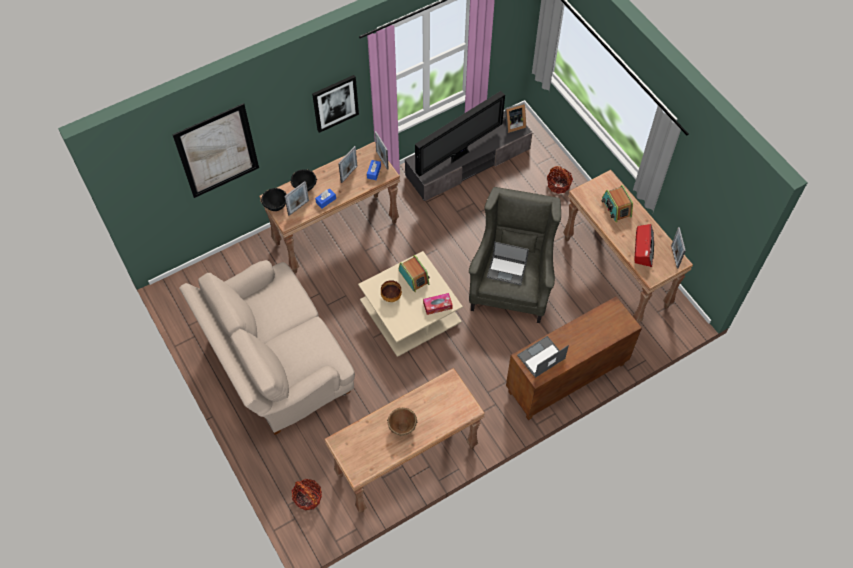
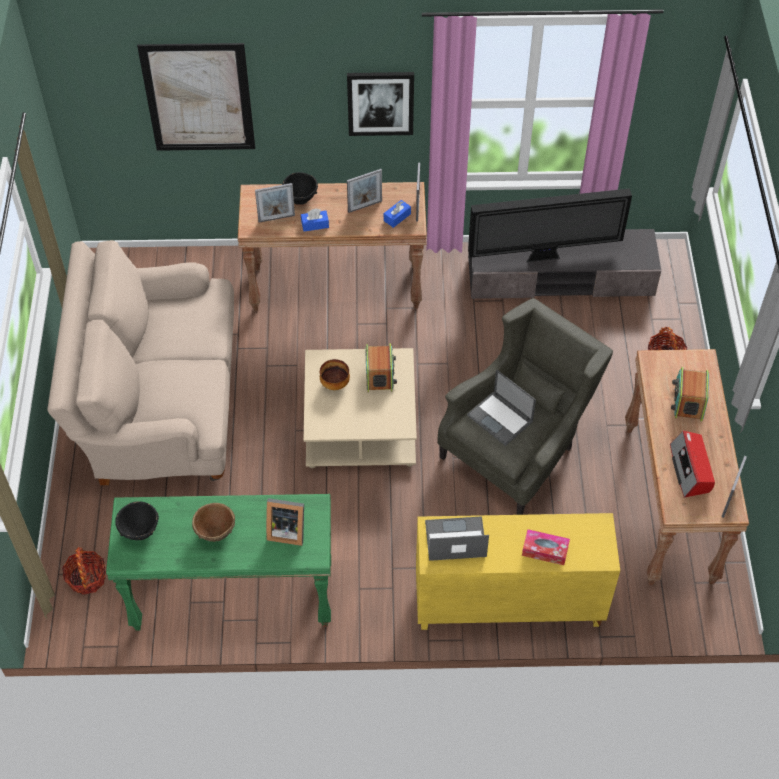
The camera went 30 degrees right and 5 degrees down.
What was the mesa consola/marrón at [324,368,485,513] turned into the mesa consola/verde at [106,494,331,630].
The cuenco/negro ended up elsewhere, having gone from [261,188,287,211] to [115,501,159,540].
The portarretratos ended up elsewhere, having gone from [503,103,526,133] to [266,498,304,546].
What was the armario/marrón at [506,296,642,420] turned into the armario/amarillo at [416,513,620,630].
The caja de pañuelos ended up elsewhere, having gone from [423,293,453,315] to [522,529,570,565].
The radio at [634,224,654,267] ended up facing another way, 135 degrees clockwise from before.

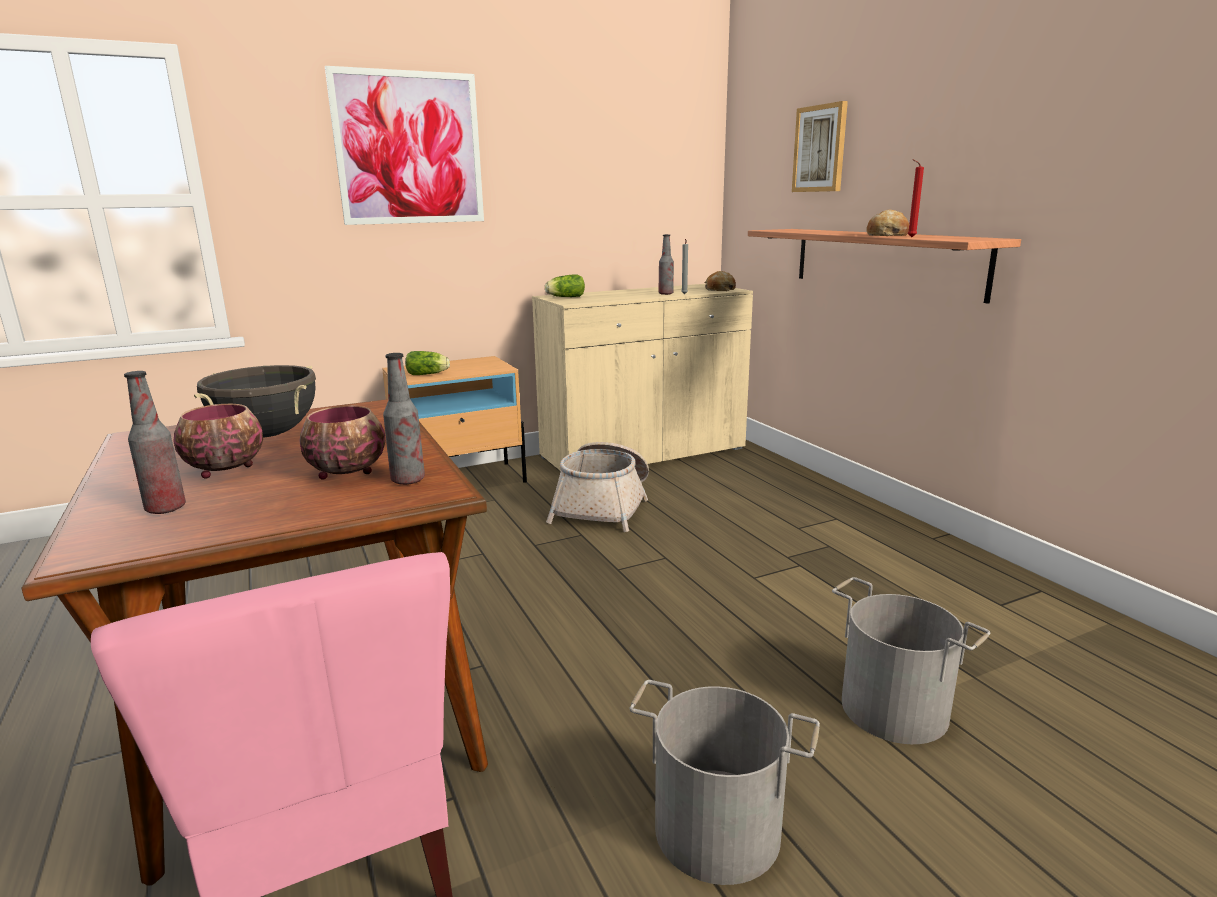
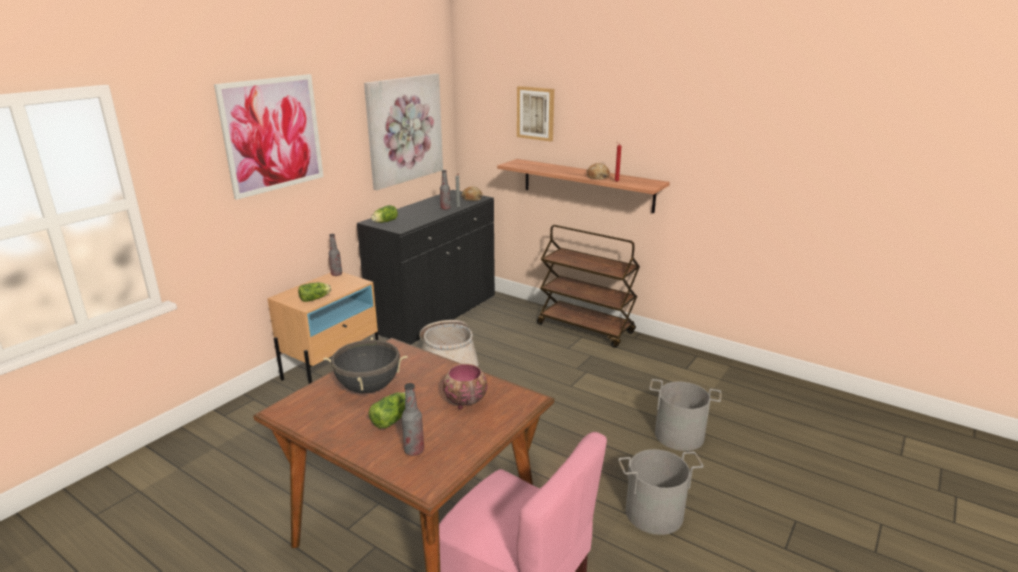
The camera went 30 degrees left and 5 degrees up.
The botella ended up elsewhere, having gone from [383,353,425,485] to [329,234,342,276].
What was the armario/beis at [532,284,753,471] turned into the armario/negro at [357,190,495,345].
The second view gained the cuadro at [364,74,443,190].
Where the cuenco stood at [173,404,263,479], the lechuga came to stand at [369,392,405,428].
The second view gained the carrito/marrón at [537,225,640,348].

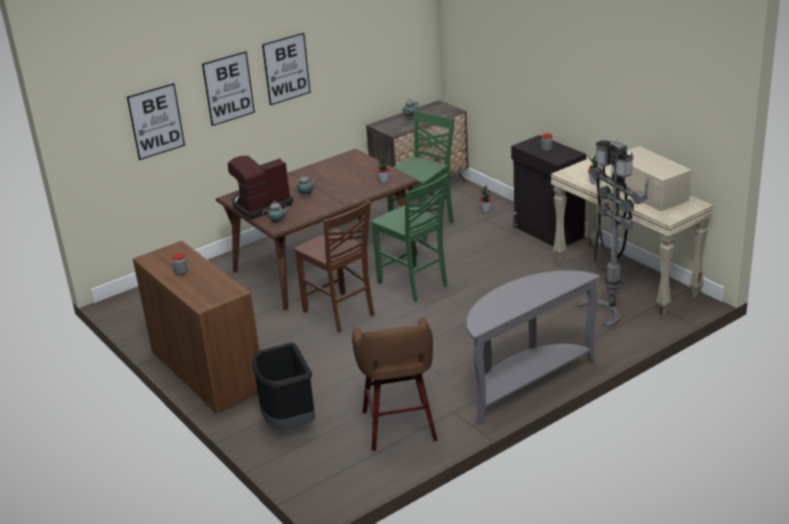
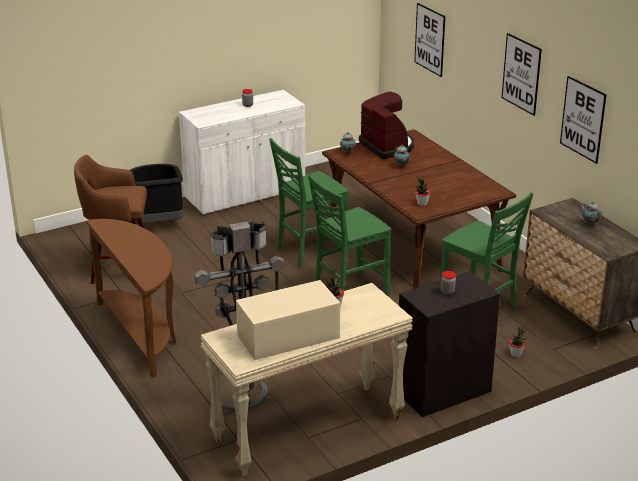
The camera went 95 degrees right and 0 degrees up.
What was the mesa consola/gris at [467,270,601,425] turned into the mesa consola/marrón at [86,219,176,377].
What was the armario/marrón at [133,241,260,415] turned into the armario/blanco at [179,90,305,215].
What was the silla/marrón at [294,201,374,333] turned into the silla/verde at [269,138,348,268].
The cuadro ended up elsewhere, having gone from [202,51,255,126] to [560,76,606,164].

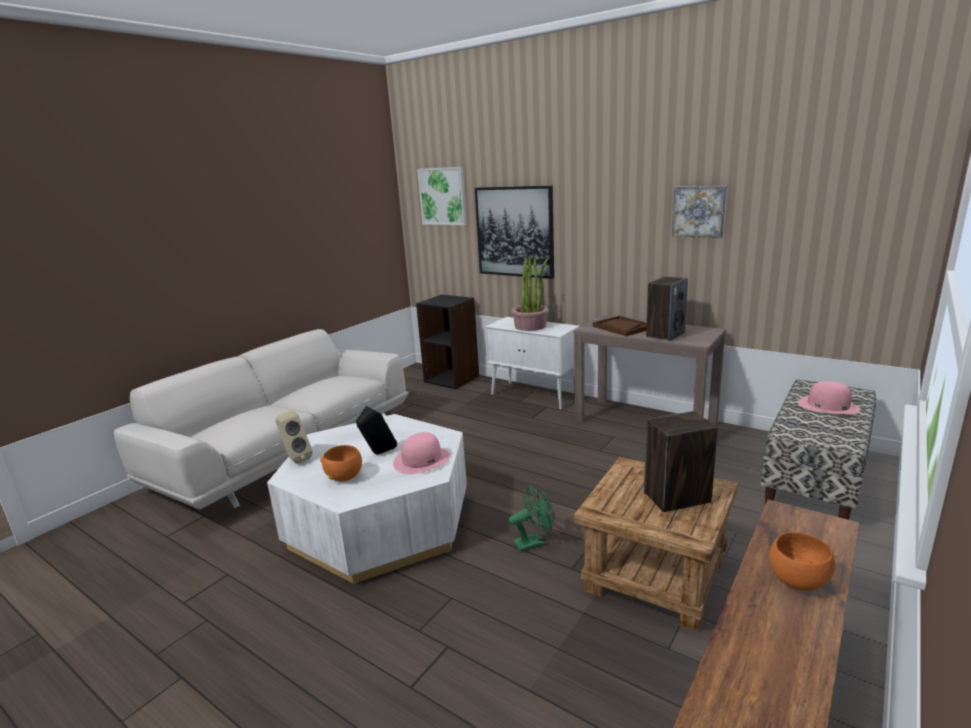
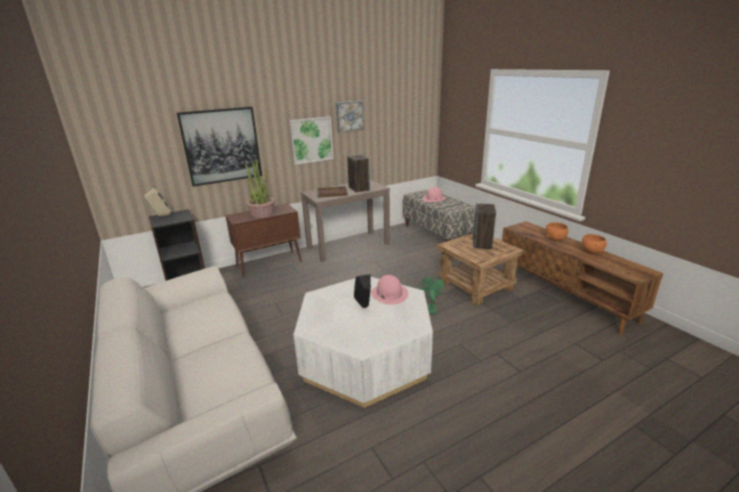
The camera went 65 degrees left and 5 degrees up.
The altavoz/beis ended up elsewhere, having gone from [275,410,313,464] to [144,188,172,217].
What was the armario/blanco at [485,317,580,410] turned into the armario/marrón at [225,203,301,277].
The cuadro ended up elsewhere, having gone from [417,167,467,225] to [289,116,333,165].
The cuenco/naranja ended up elsewhere, having gone from [320,445,362,482] to [581,234,607,254].

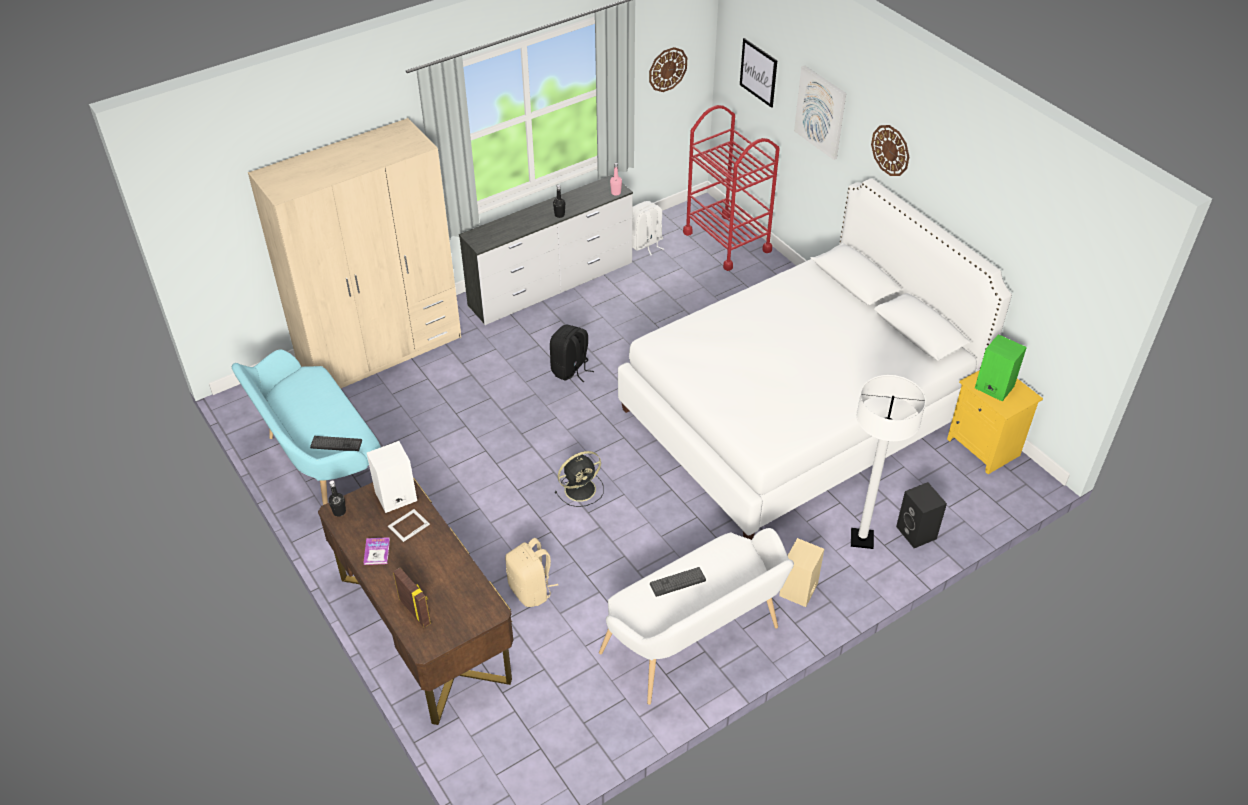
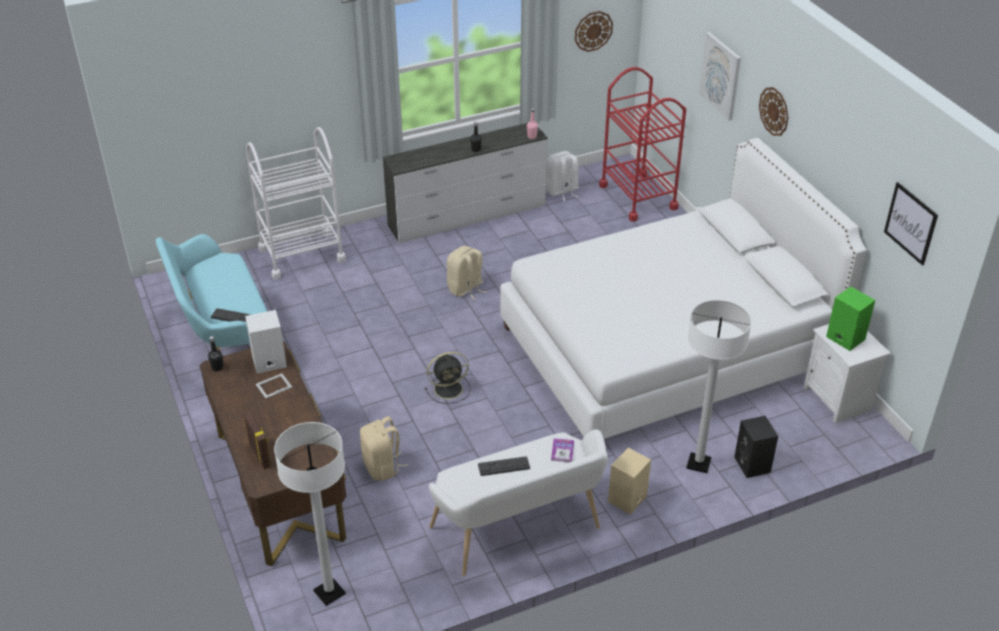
The camera went 10 degrees right and 5 degrees down.
Where the armario ropero/beis stood at [248,118,461,388], the carrito/blanco came to stand at [246,127,346,280].
The second view gained the lámpara de pie/blanco at [274,422,346,606].
What was the mochila/negro at [550,324,594,382] turned into the mochila/beis at [447,246,486,300].
The libro ended up elsewhere, having gone from [363,537,390,565] to [551,438,574,462].
What was the mesita de noche/amarillo at [947,370,1043,474] turned into the mesita de noche/blanco at [803,324,891,423].
The cuadro ended up elsewhere, having gone from [740,38,777,108] to [884,182,938,266].

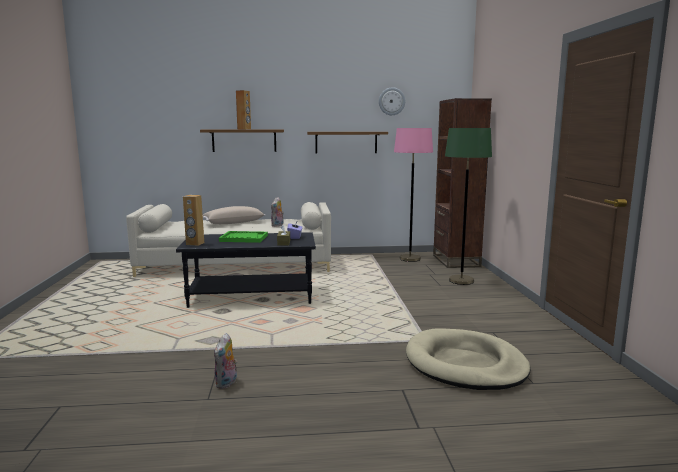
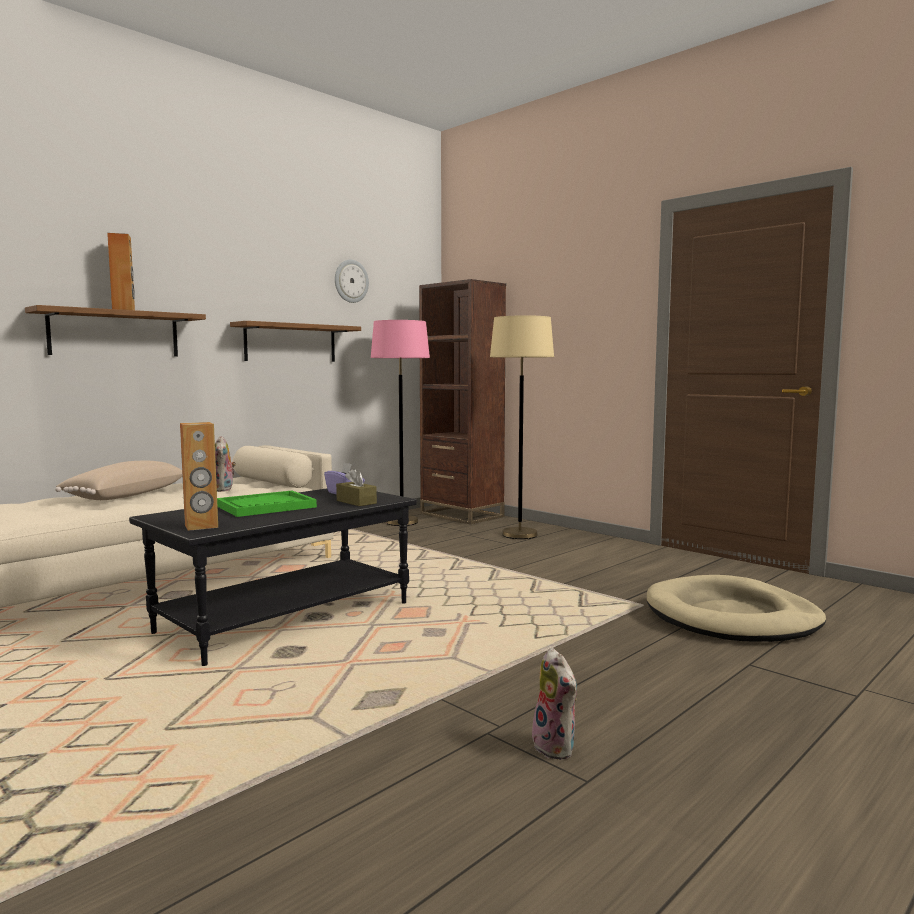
The camera went 40 degrees left and 5 degrees down.
What was the lámpara de pie/verde at [445,128,492,285] turned into the lámpara de pie/beis at [490,315,554,539].

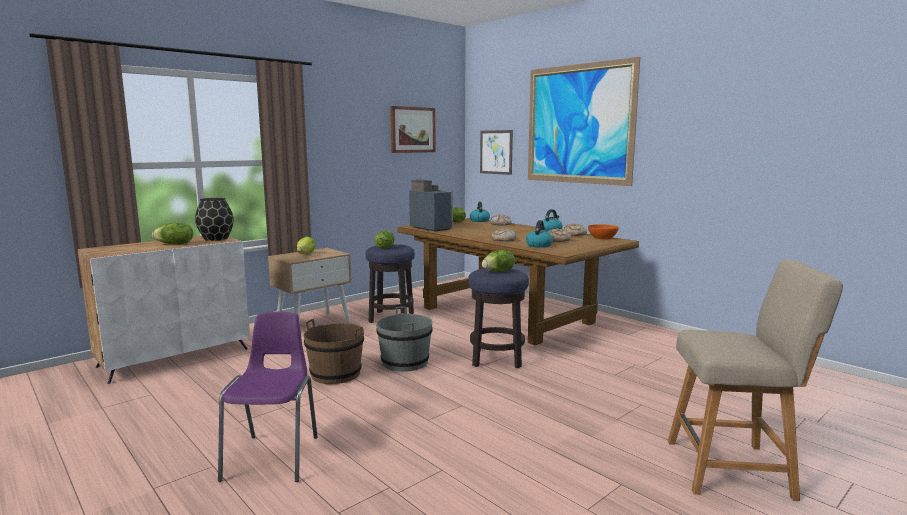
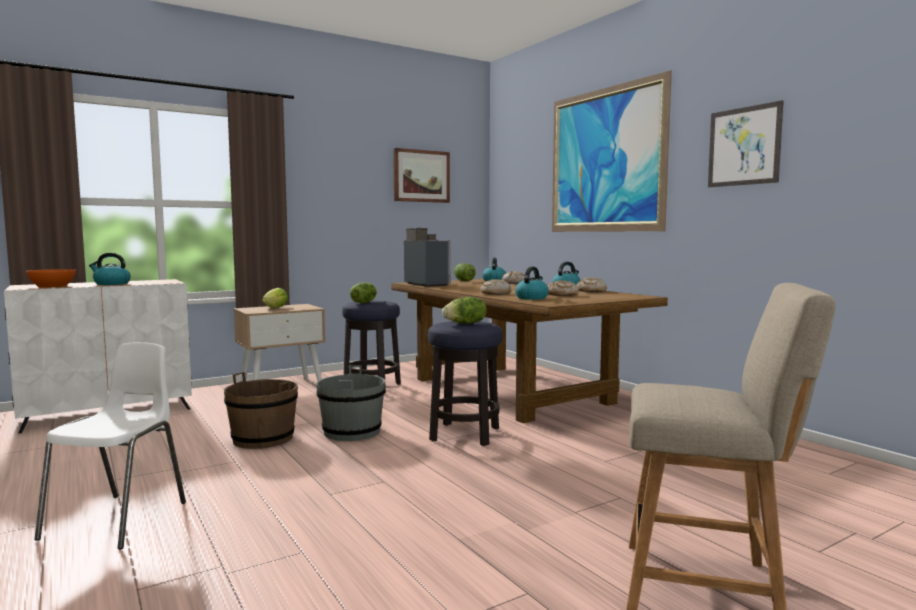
The camera went 10 degrees right and 5 degrees down.
The cuenco/naranja ended up elsewhere, having gone from [588,224,619,240] to [26,269,76,288].
What was the silla/morado at [218,311,318,482] turned into the silla/blanco at [34,342,186,549].
Where the lechuga stood at [152,223,193,245], the hervidor came to stand at [89,253,131,285].
The cuadro ended up elsewhere, having gone from [480,130,513,175] to [708,100,784,187].
The second view lost the florero/negro at [195,198,234,241].

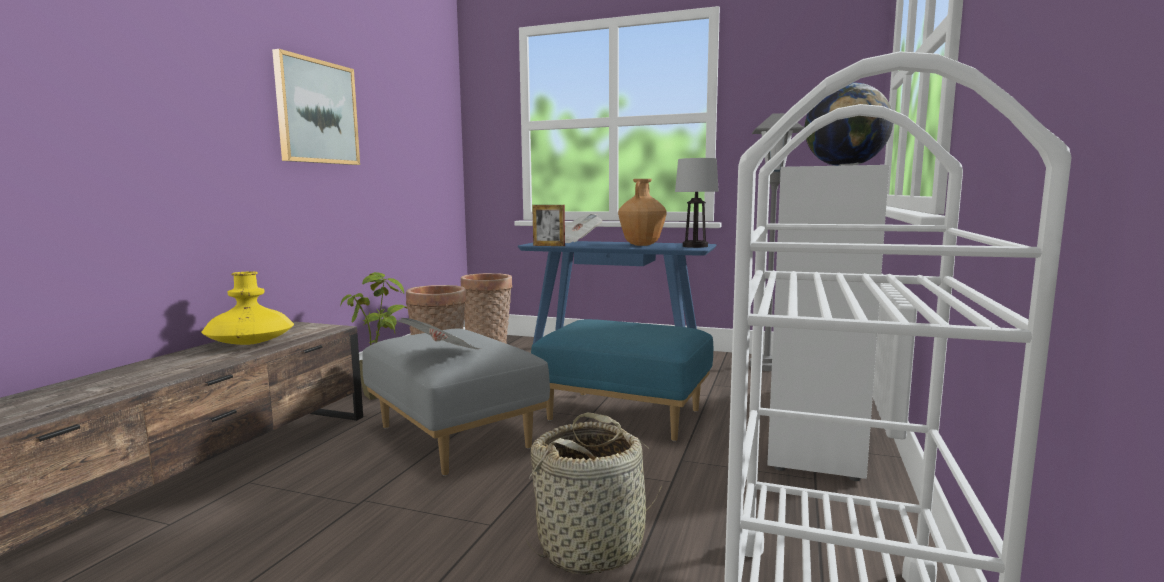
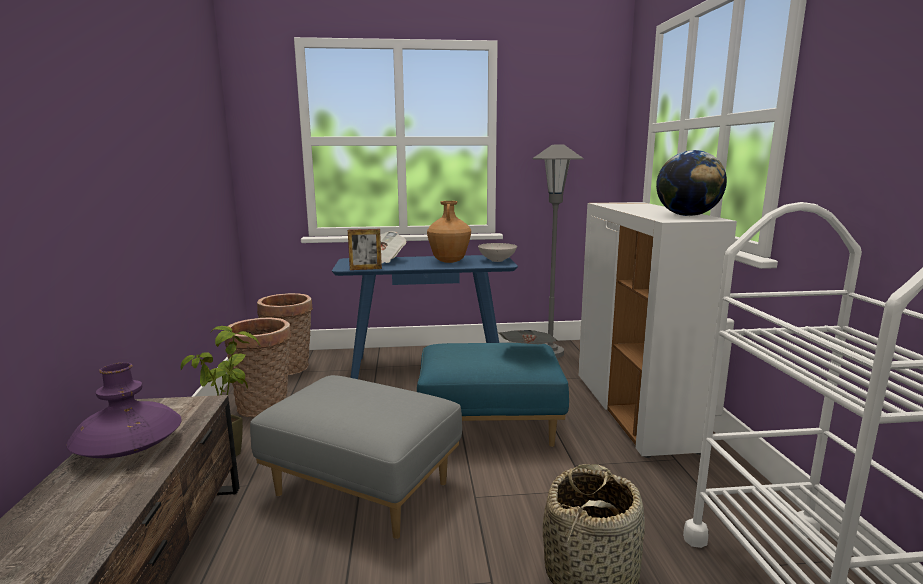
The camera went 25 degrees left and 5 degrees up.
What was the florero/amarillo at [201,271,294,345] turned into the florero/morado at [67,362,182,458].
Where the lámpara de mesa stood at [675,158,719,248], the cuenco/blanco came to stand at [478,243,517,262].
The periódico ended up elsewhere, having gone from [397,318,480,349] to [498,330,558,344].
The second view lost the cuadro at [272,49,360,165].

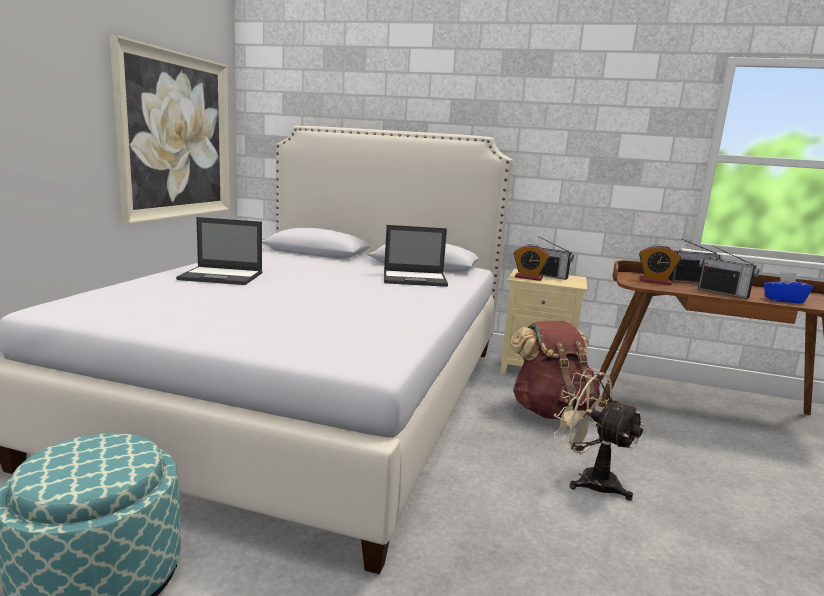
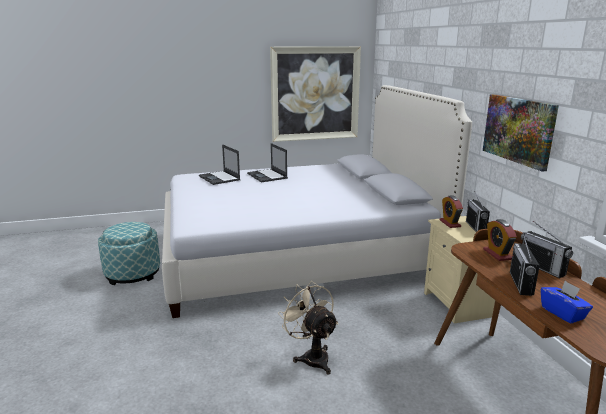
The camera went 60 degrees right and 5 degrees up.
The portátil ended up elsewhere, having gone from [384,225,448,287] to [199,144,240,185].
The ventilador/beis at [554,368,644,501] ended up facing another way, 45 degrees counterclockwise from before.
The second view gained the cuadro at [483,94,559,172].
The second view lost the mochila/marrón at [510,321,600,420].

